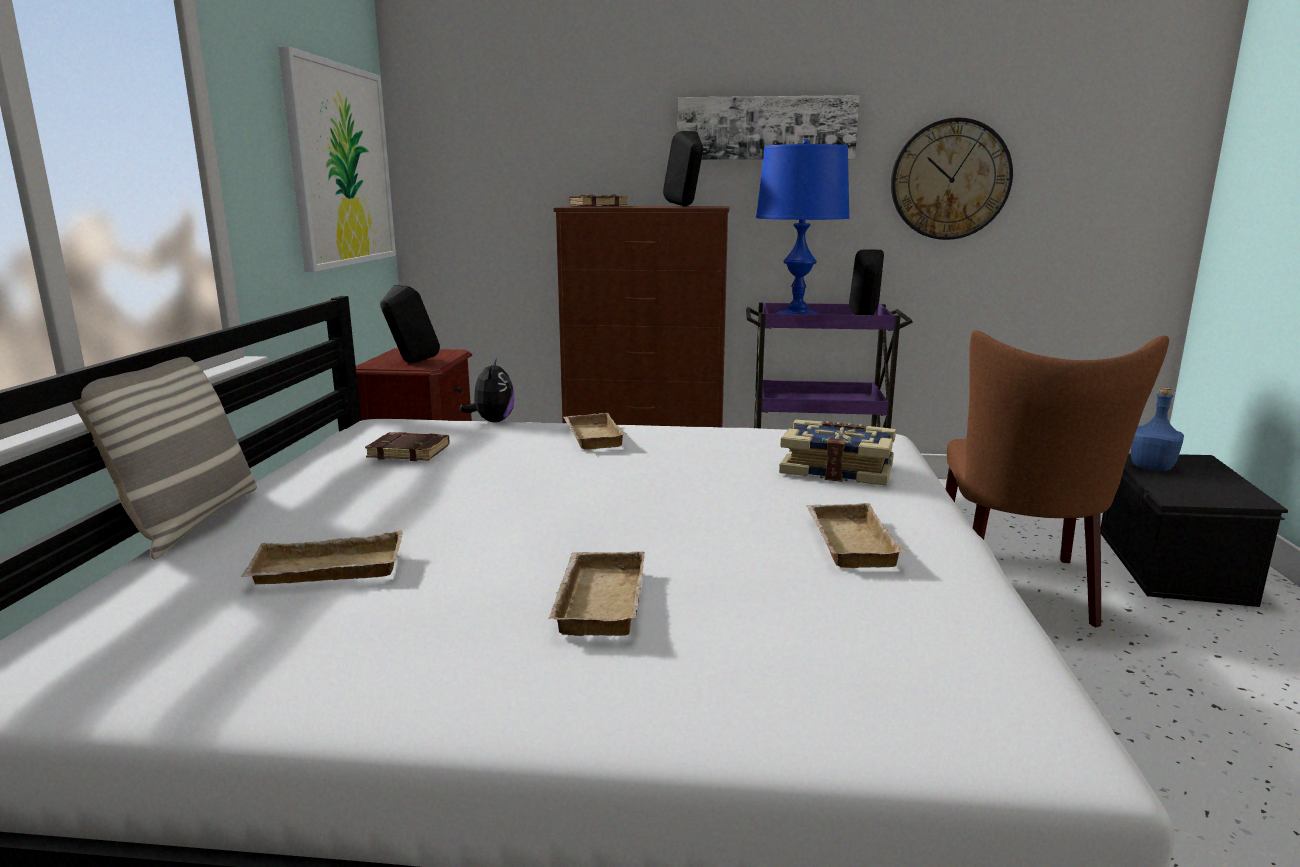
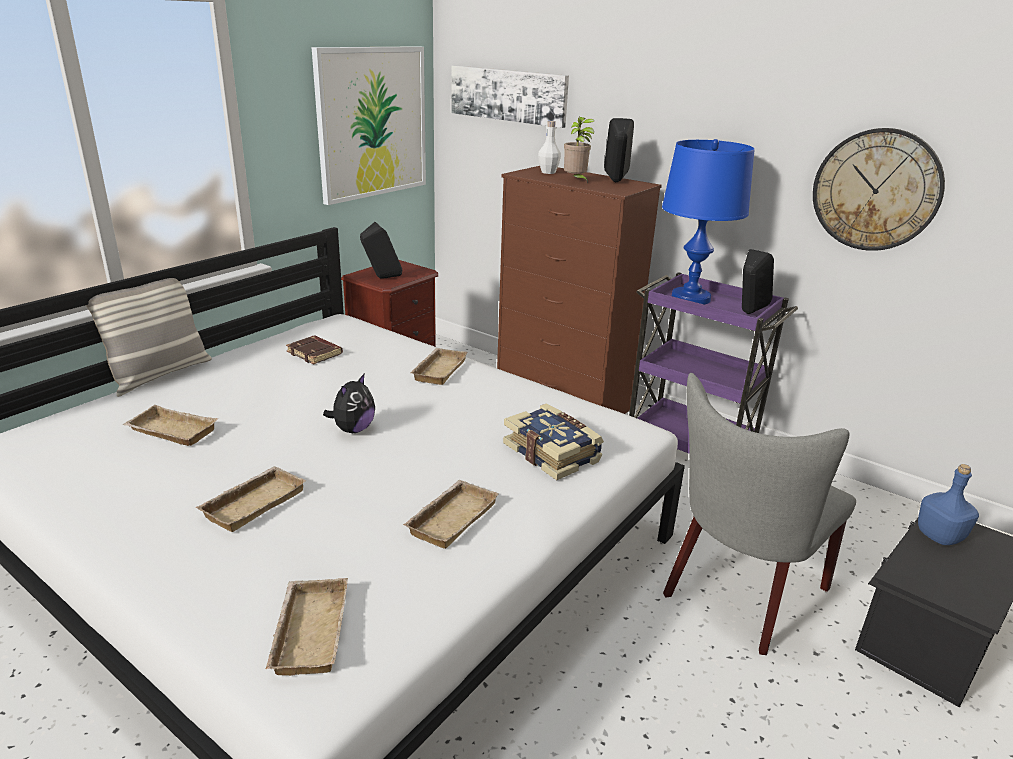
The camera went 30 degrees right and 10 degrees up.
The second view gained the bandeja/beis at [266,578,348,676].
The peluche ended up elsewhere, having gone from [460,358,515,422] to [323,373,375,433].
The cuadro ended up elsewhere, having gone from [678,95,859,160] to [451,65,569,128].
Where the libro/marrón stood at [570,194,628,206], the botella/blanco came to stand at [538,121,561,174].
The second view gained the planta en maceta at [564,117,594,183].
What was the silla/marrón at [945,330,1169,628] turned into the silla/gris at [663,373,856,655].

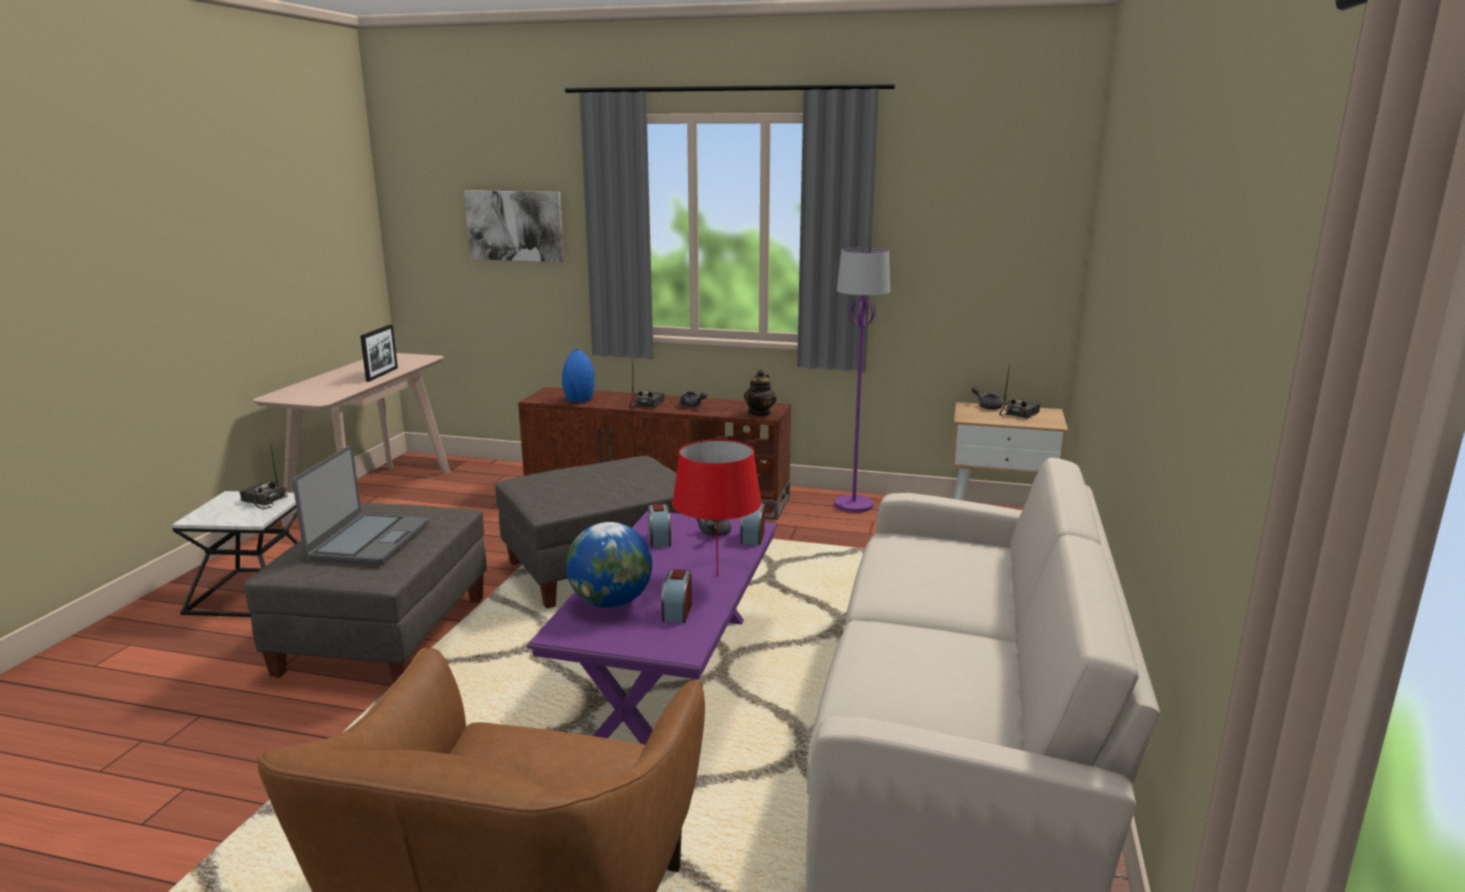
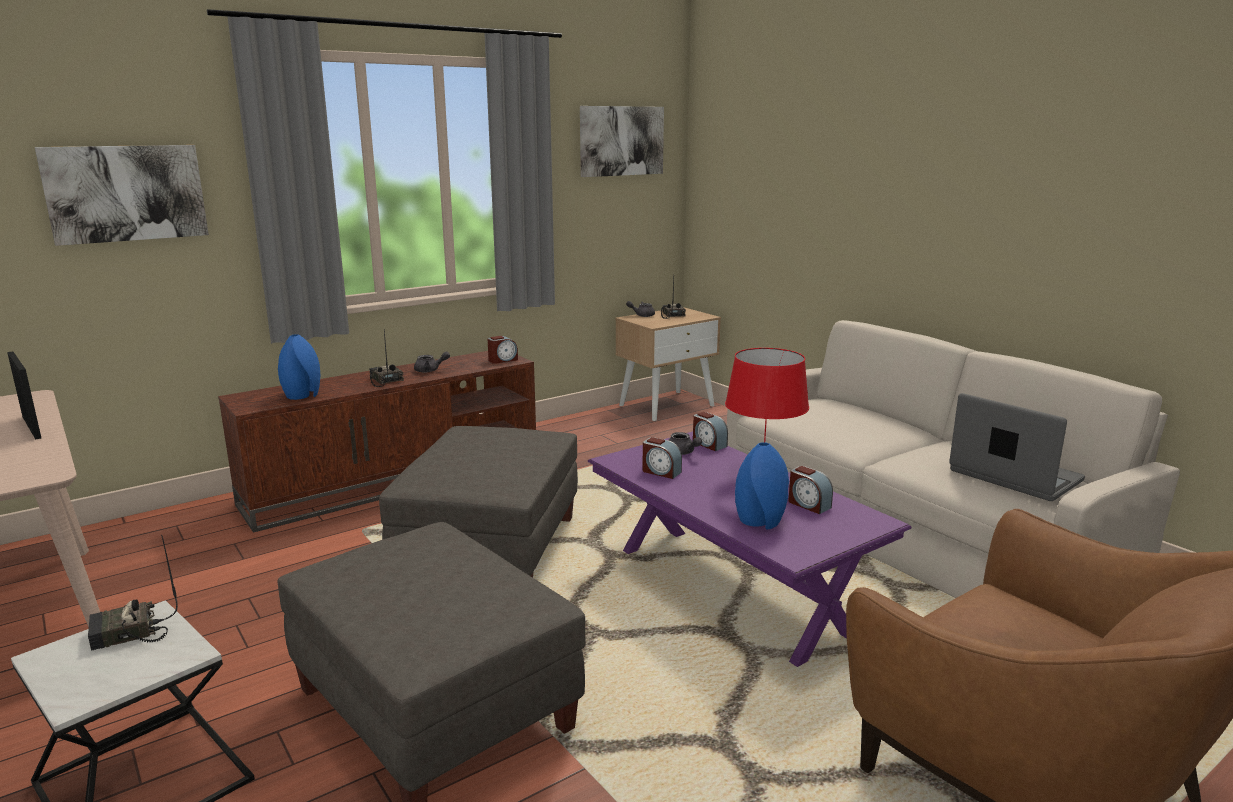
The camera went 50 degrees left and 0 degrees up.
Where the tetera stood at [744,369,777,416], the despertador came to stand at [488,336,518,364].
The second view gained the cuadro at [580,106,664,177].
Where the globo terráqueo stood at [566,522,652,608], the florero/azul came to stand at [735,442,789,530].
The portátil ended up elsewhere, having gone from [292,445,429,564] to [949,393,1085,501].
The second view lost the lámpara de pie/morado at [835,248,890,513].

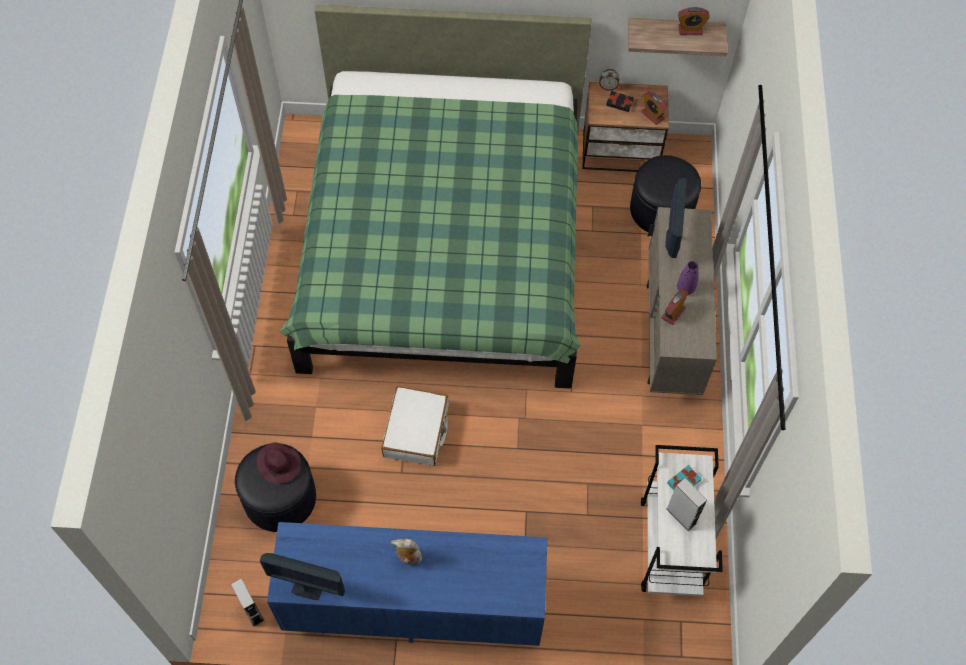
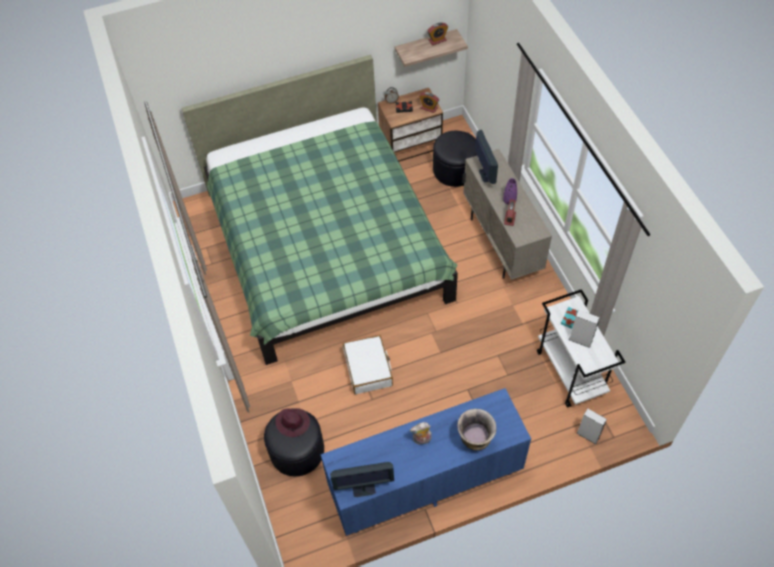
The camera went 20 degrees left and 5 degrees down.
The second view gained the florero at [457,409,496,450].
The altavoz/gris ended up elsewhere, having gone from [231,578,264,627] to [576,408,607,444].

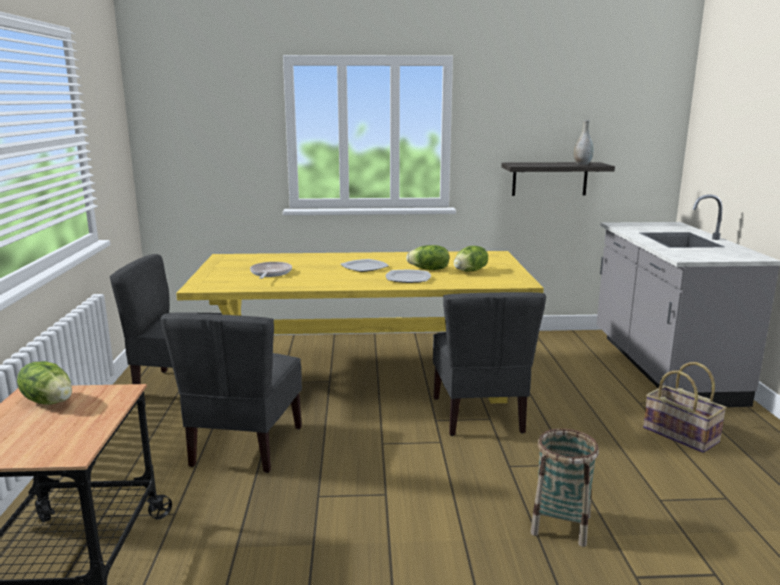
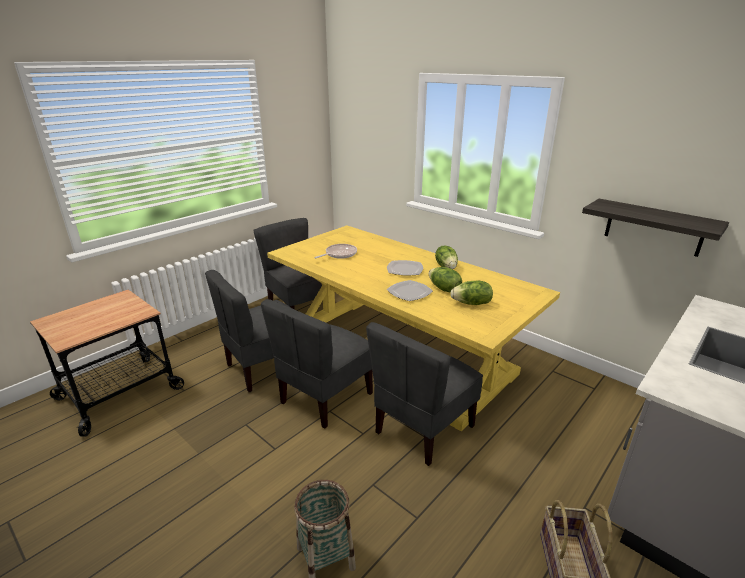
The camera went 45 degrees right and 10 degrees up.
The second view gained the silla/gris at [261,299,373,429].
The lechuga ended up elsewhere, having gone from [17,361,72,405] to [435,245,458,269].
The second view lost the florero/gris at [574,120,594,165].

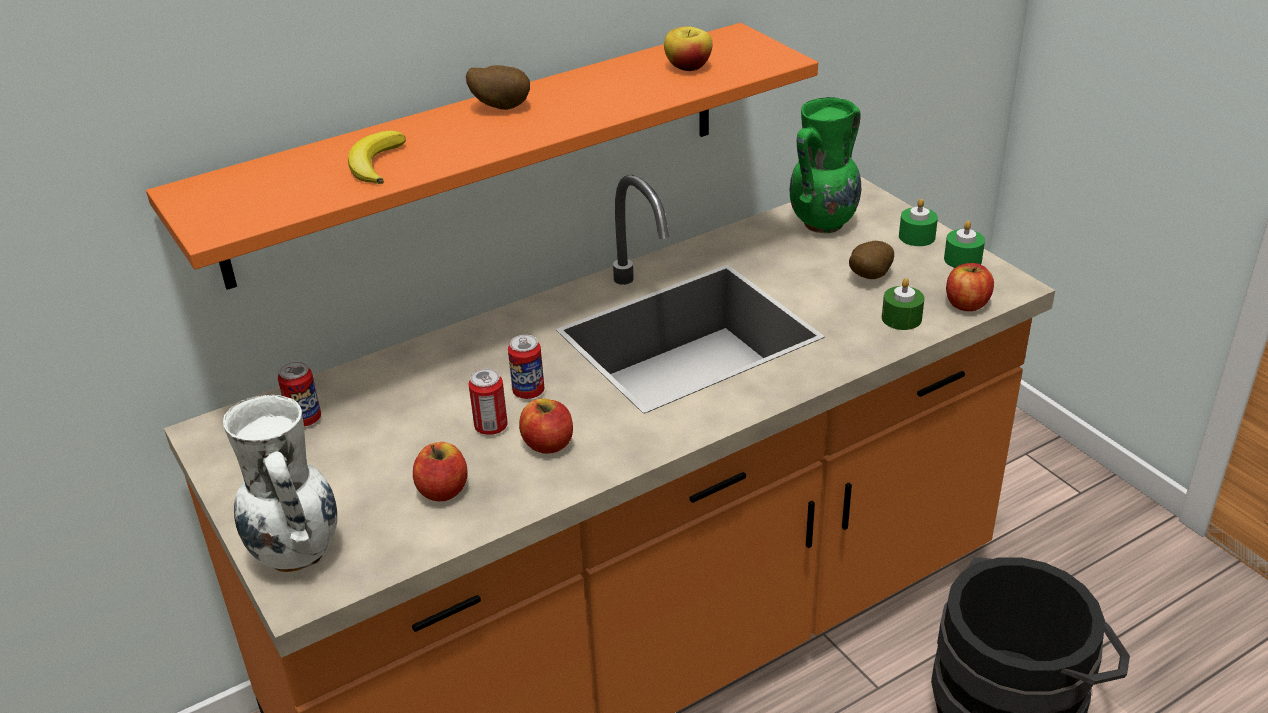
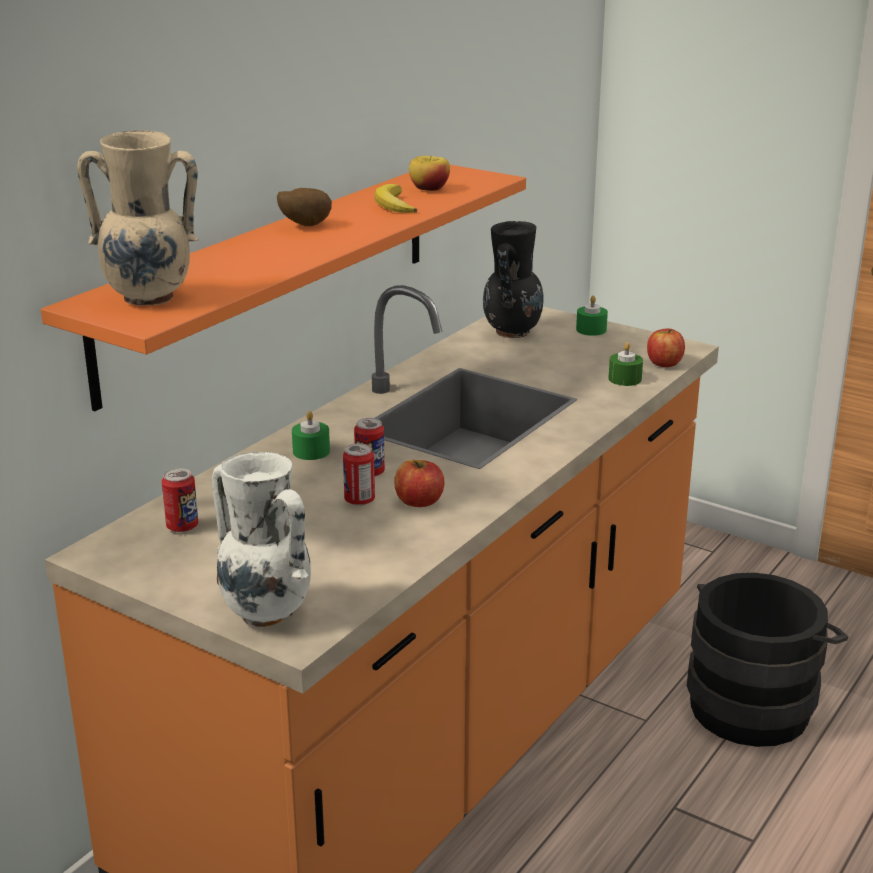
The camera went 25 degrees left and 10 degrees down.
The second view gained the florero/beis at [77,130,199,306].
The vela/verde ended up elsewhere, having gone from [944,221,985,268] to [292,411,330,460].
The plátano ended up elsewhere, having gone from [348,131,406,184] to [374,184,417,213].
What was the florero/verde at [790,97,861,233] turned into the florero/negro at [483,221,544,338].
The second view lost the manzana at [413,442,468,501].
The second view lost the patata at [849,241,894,279].

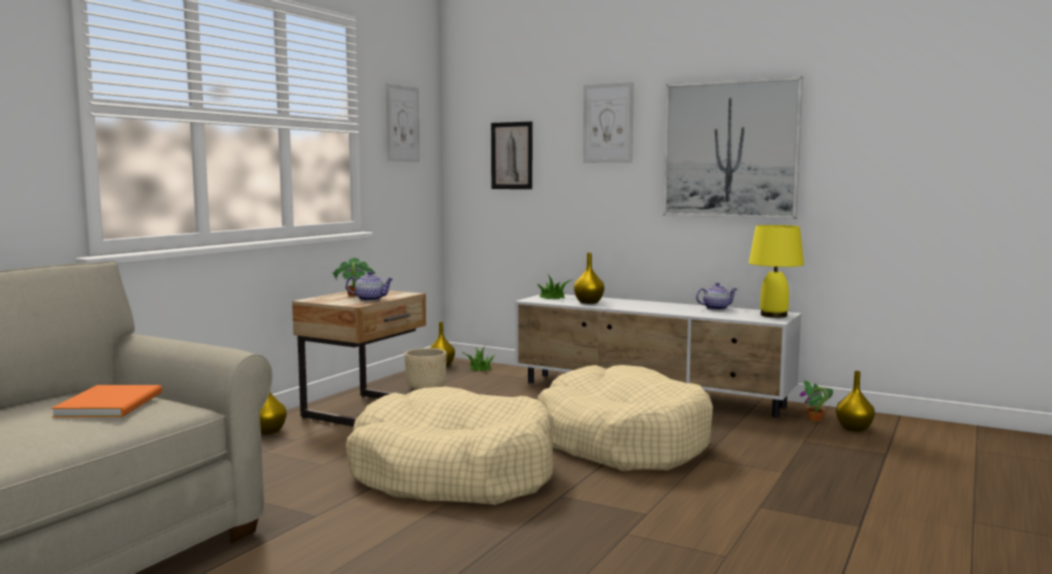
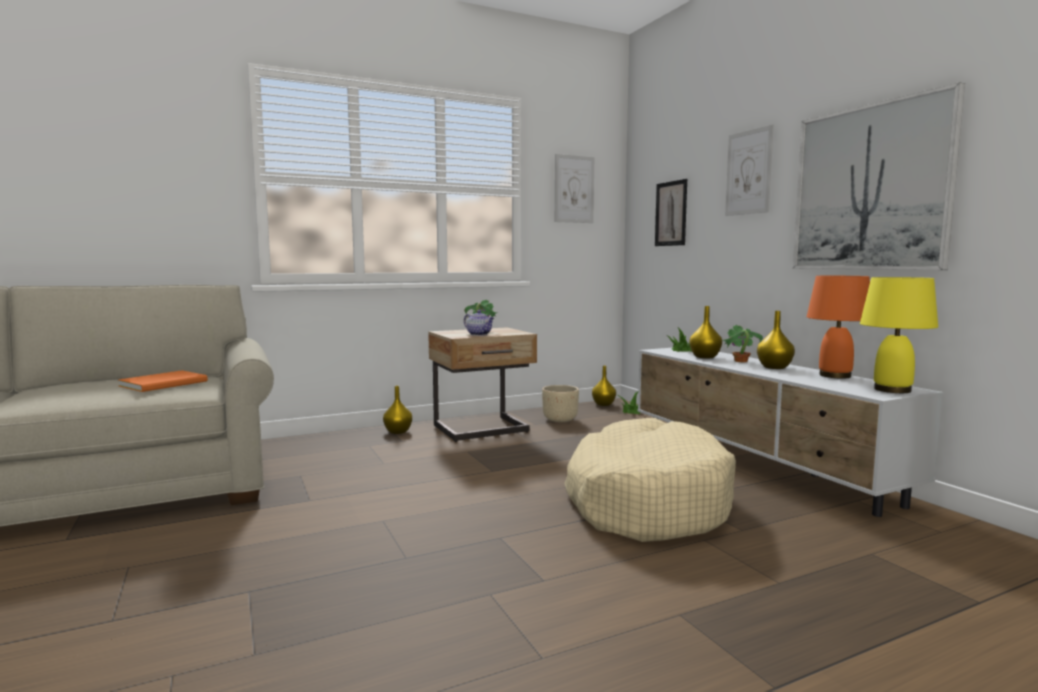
The camera went 35 degrees right and 0 degrees up.
The planta en maceta ended up elsewhere, having gone from [800,380,833,421] to [723,325,763,362].
The florero/amarillo ended up elsewhere, having gone from [836,371,875,432] to [757,311,795,369].
Where the tetera stood at [696,283,737,310], the lámpara de mesa/naranja came to stand at [807,276,870,379].
The second view lost the cama para perro/beis at [346,387,553,505].

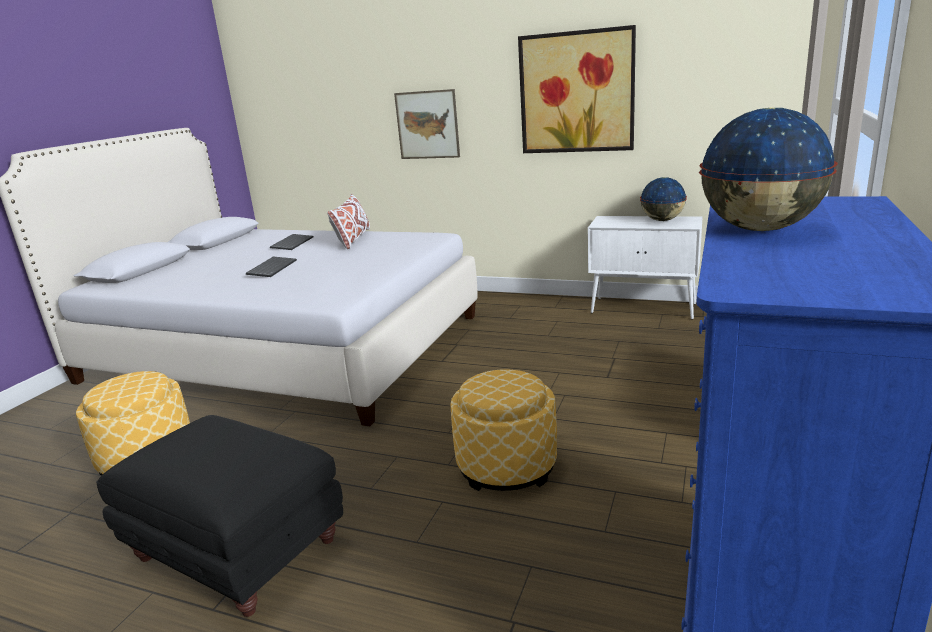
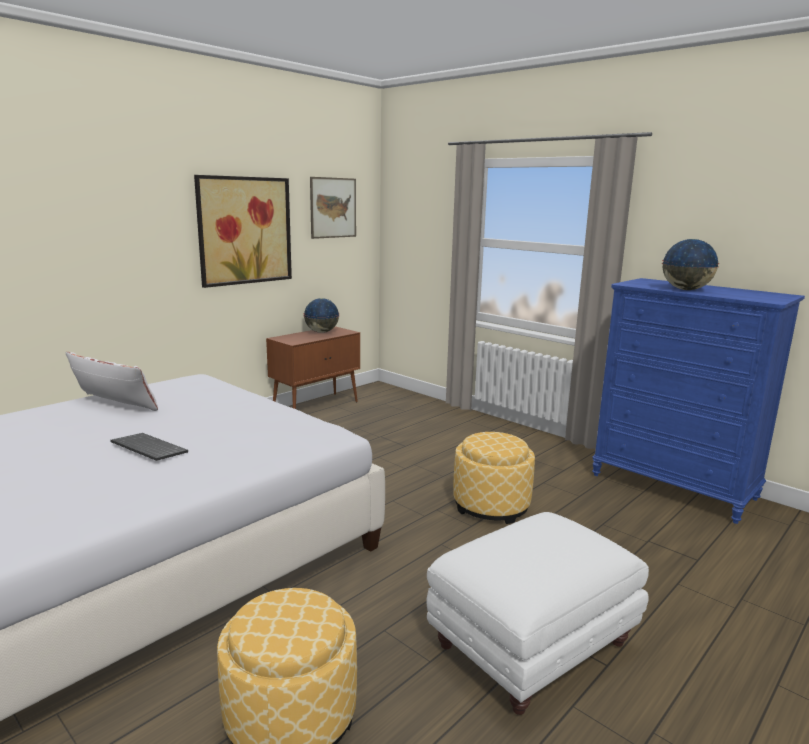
The camera went 70 degrees left and 5 degrees down.
What was the armario/blanco at [588,216,703,319] turned into the armario/marrón at [266,326,360,409].
The cuadro ended up elsewhere, having gone from [394,89,460,159] to [310,177,356,239].
What was the puf/negro at [96,415,343,617] turned into the puf/blanco at [427,512,649,715].
The second view lost the teclado at [270,234,313,250].

